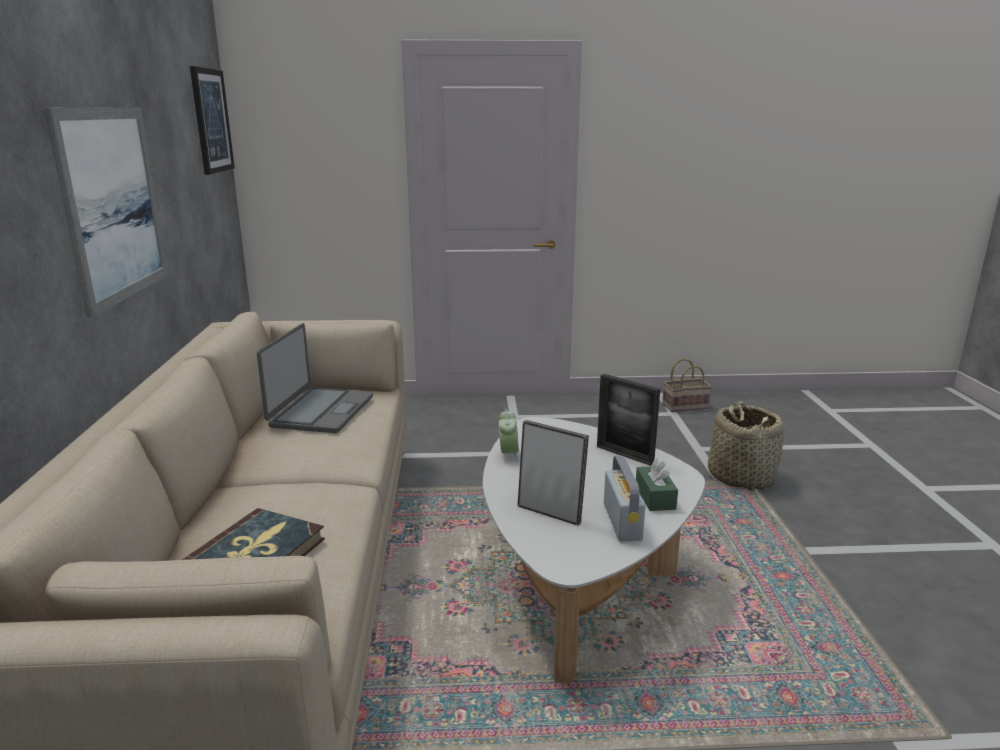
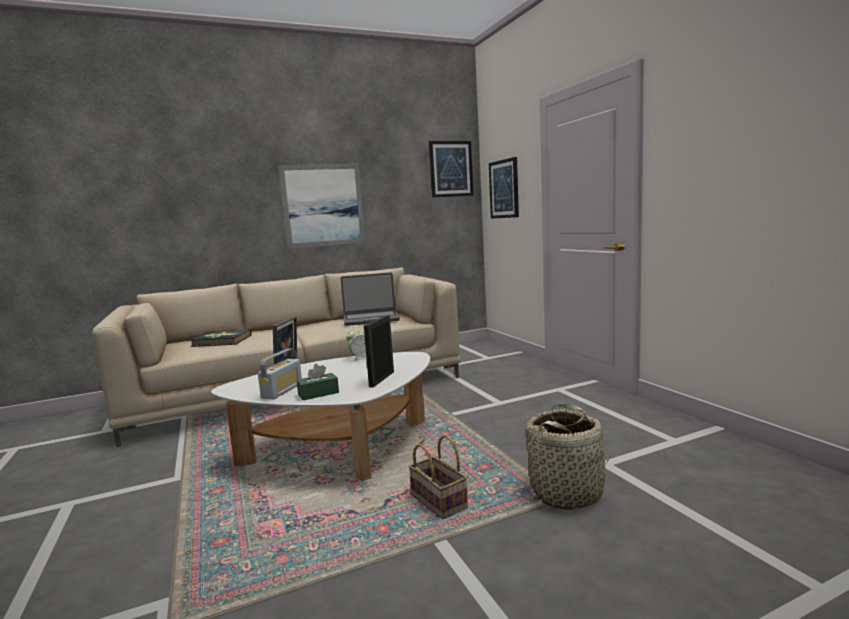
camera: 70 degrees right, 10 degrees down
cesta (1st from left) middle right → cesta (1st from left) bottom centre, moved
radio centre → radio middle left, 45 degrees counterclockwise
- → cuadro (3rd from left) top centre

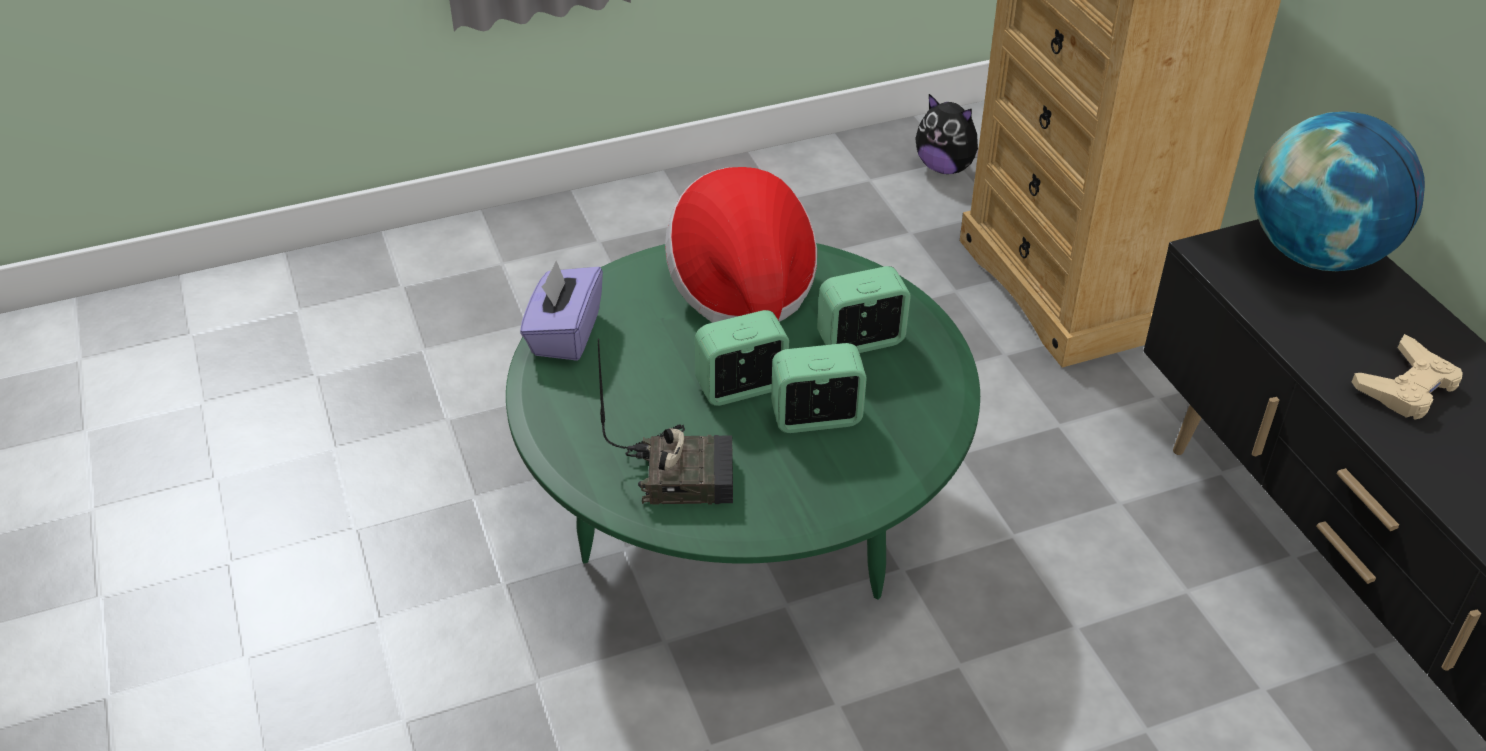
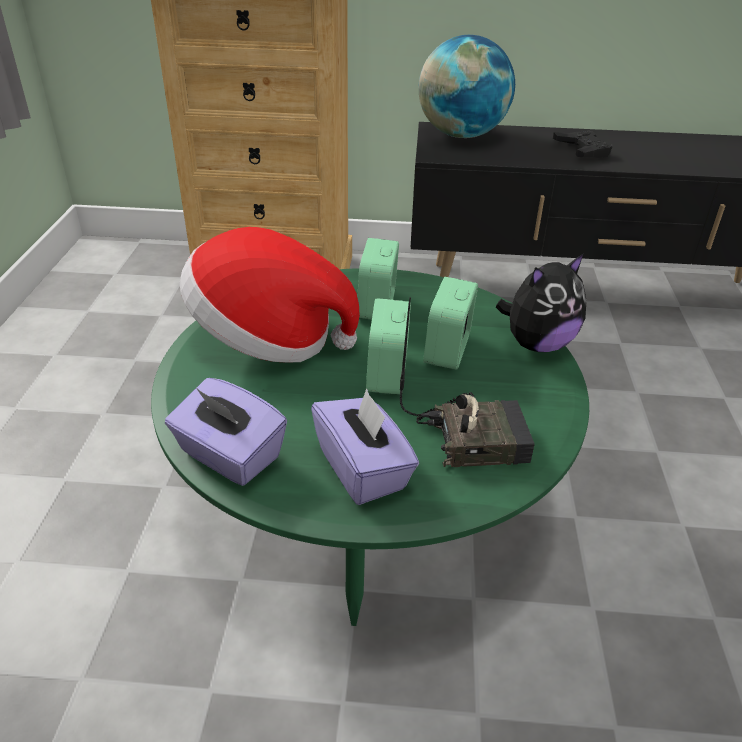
camera: 65 degrees left, 5 degrees down
peluche top centre → peluche middle right, moved
mando de consola (beis) middle right → mando de consola (negro) top right
radio centre, 60 degrees clockwise
- → caja de pañuelos (morado) (2nd from left) centre

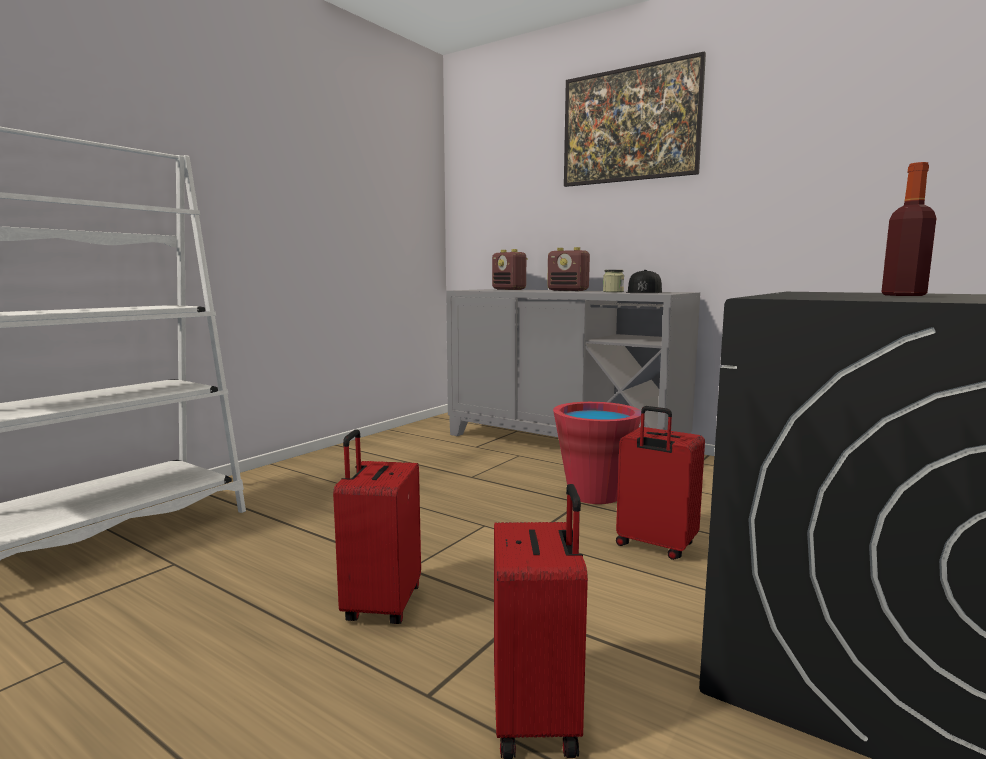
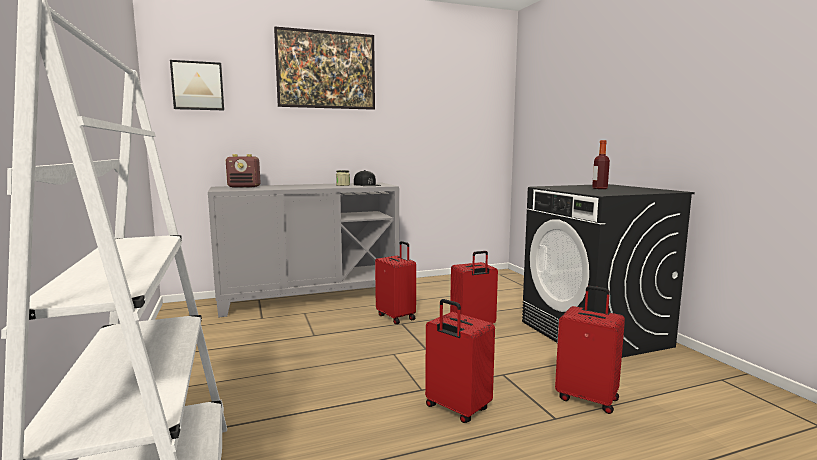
camera: 55 degrees left, 0 degrees up
radio (2nd from left) centre → -
cubo (rojo) centre → maleta (rojo) (1st from left) centre
- → cuadro (1st from left) top left

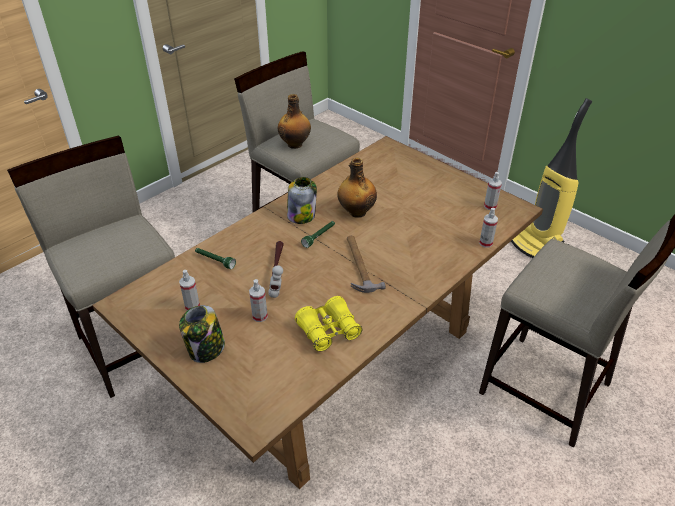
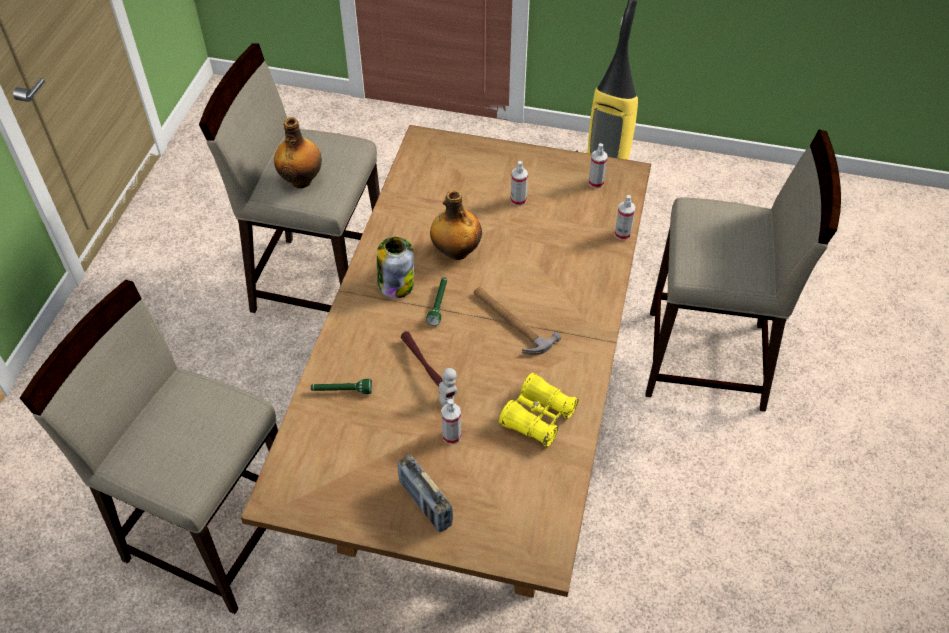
camera: 30 degrees left, 10 degrees up
pulverizador (1st from left in the first image) middle left → pulverizador (2nd from left) top centre, moved
tarro (1st from left) middle left → radio bottom centre

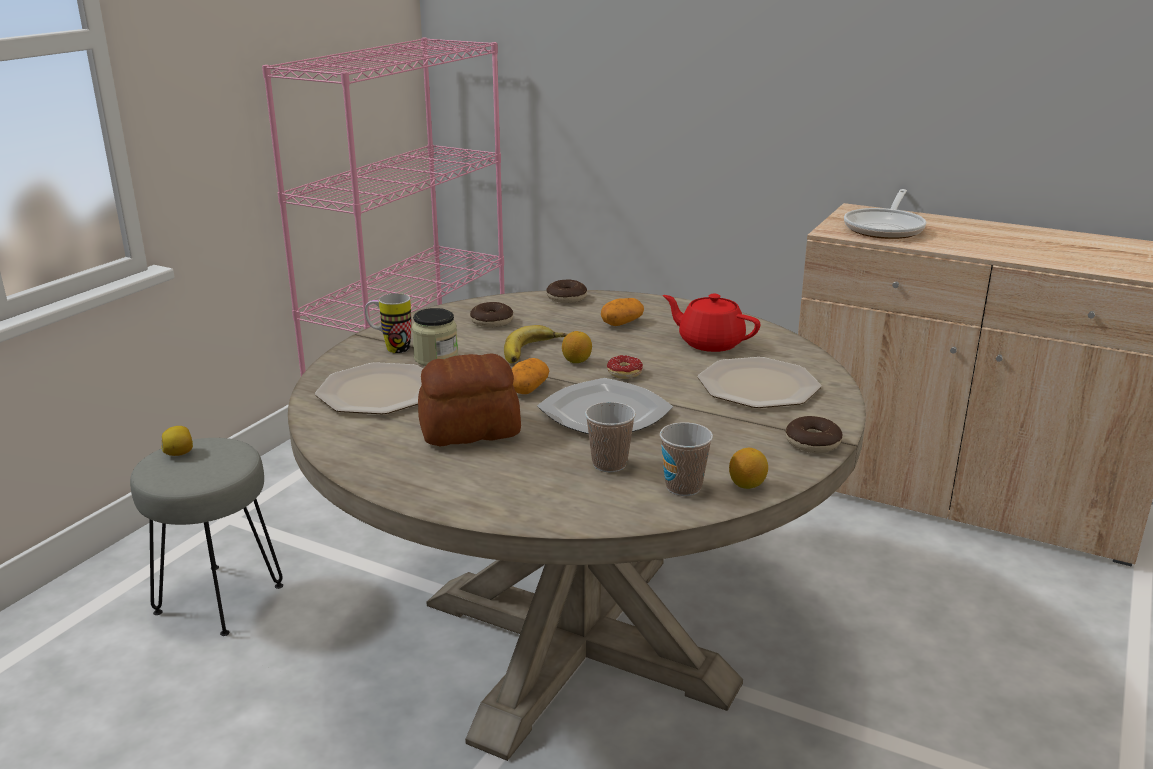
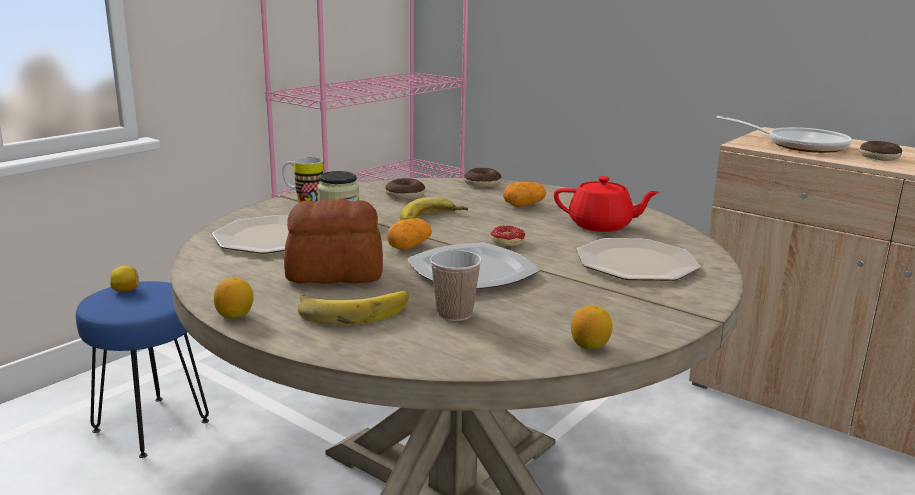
camera: 10 degrees right, 5 degrees down
sartén top right, 90 degrees counterclockwise
tetera (rojo) centre, 150 degrees clockwise
limón (2nd from left) centre → limón (2nd from left) middle left, moved
rosquilla (4th from left) middle right → rosquilla (4th from left) top right, moved
taza (2nd from left) centre → -
taburete (gris) bottom left → taburete (azul) bottom left
- → plátano (1st from left) centre

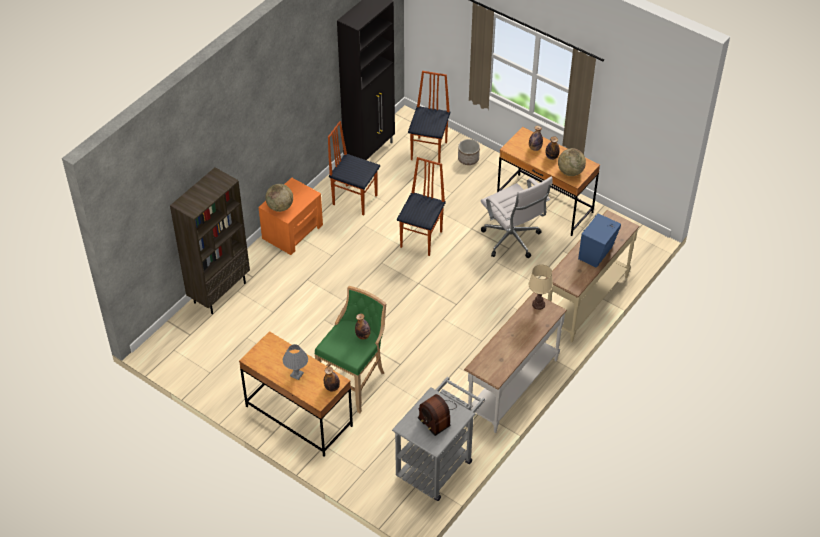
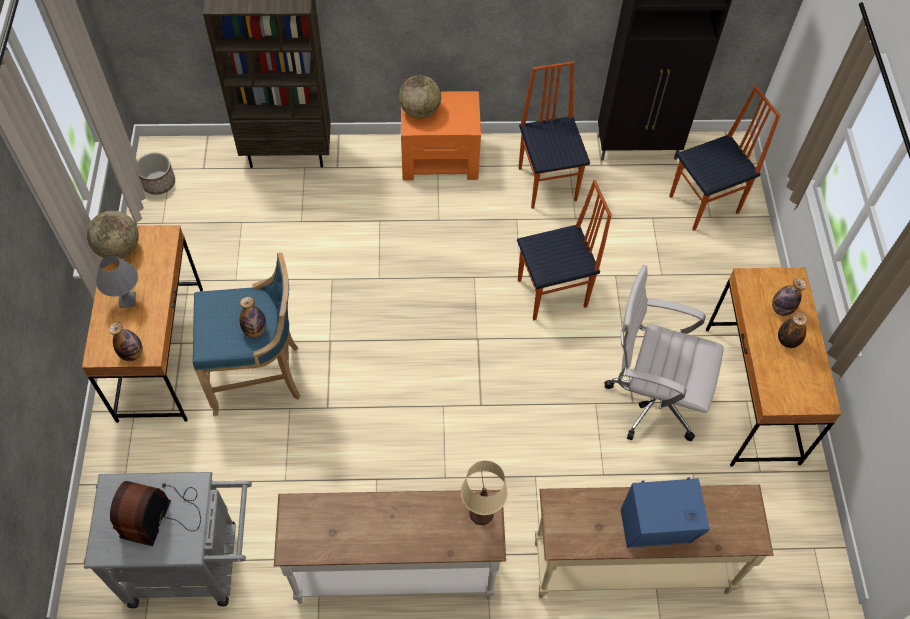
camera: 50 degrees right, 10 degrees up
maceta top centre → maceta top left, moved
globo terráqueo (2nd from left in the first image) top right → globo terráqueo (1st from left) middle left, moved
silla de oficina (blanco) centre → silla de oficina (blanco) middle right, 90 degrees clockwise
taburete (verde) centre → taburete (azul) middle left

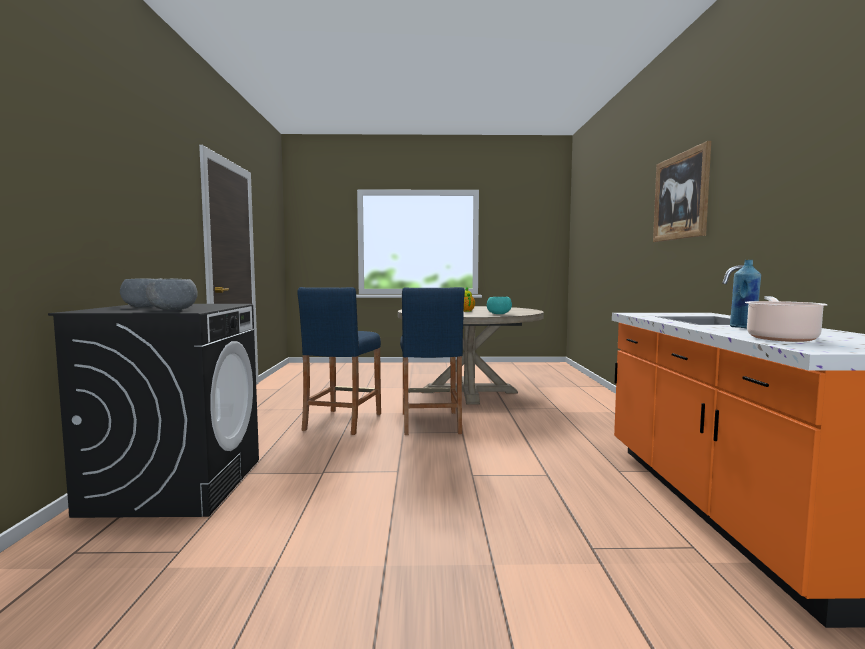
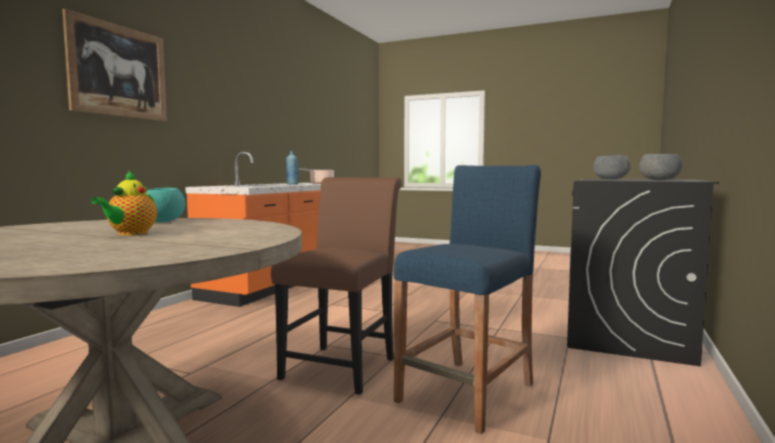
camera: 155 degrees left, 0 degrees up
taburete (azul) (2nd from left) centre → silla (marrón) centre

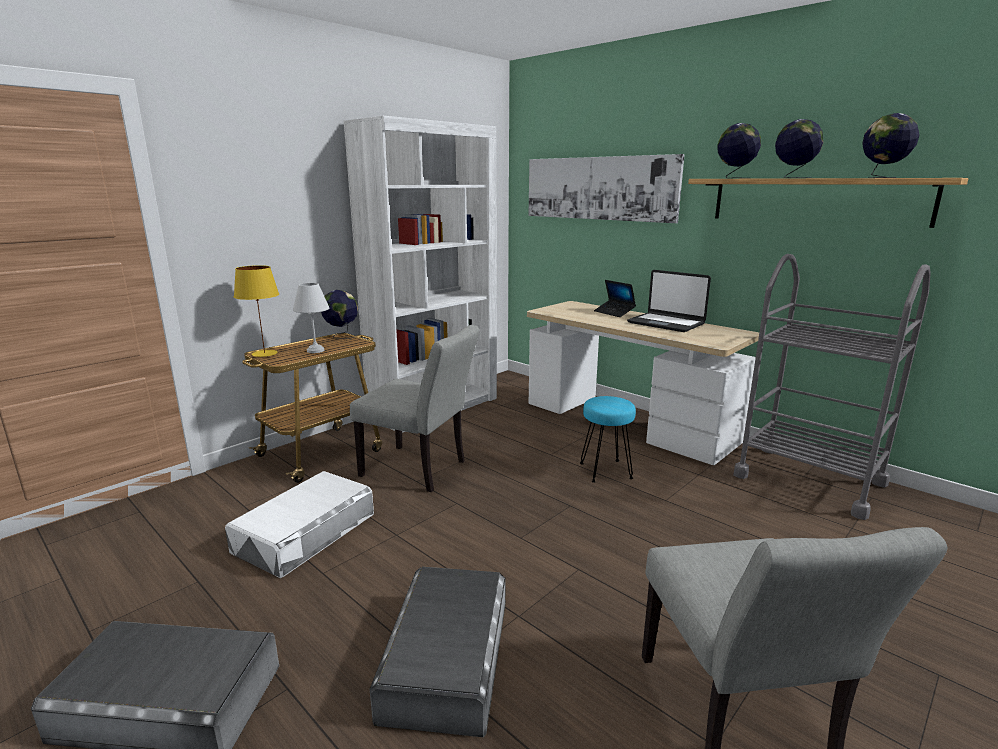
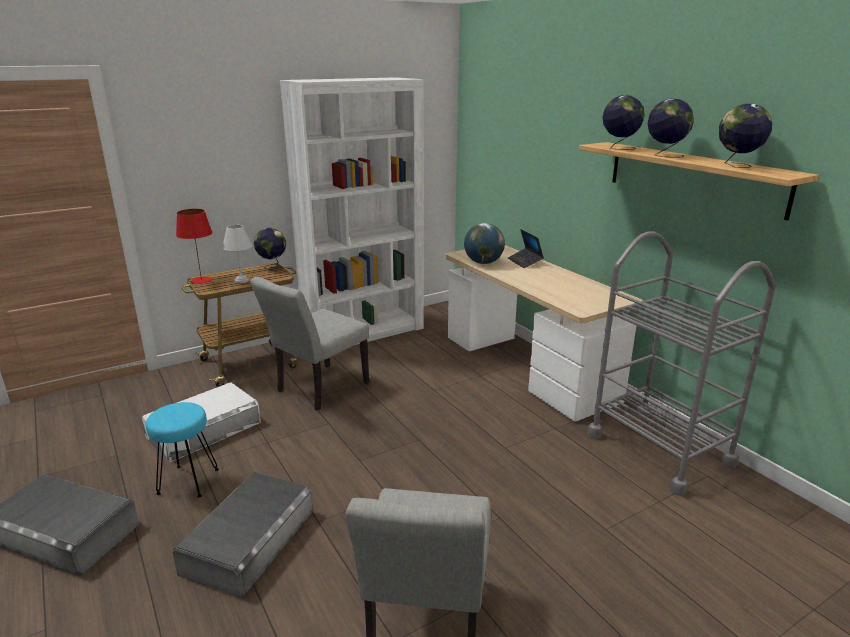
camera: 15 degrees right, 5 degrees up
cuadro top centre → -
lámpara de mesa (amarillo) middle left → lámpara de mesa (rojo) middle left
portátil (2nd from left) middle right → -
silla (gris) (1st from left) centre, 90 degrees clockwise
taburete (turquesa) centre → taburete (turquesa) bottom left, moved
- → globo terráqueo (2nd from left) centre

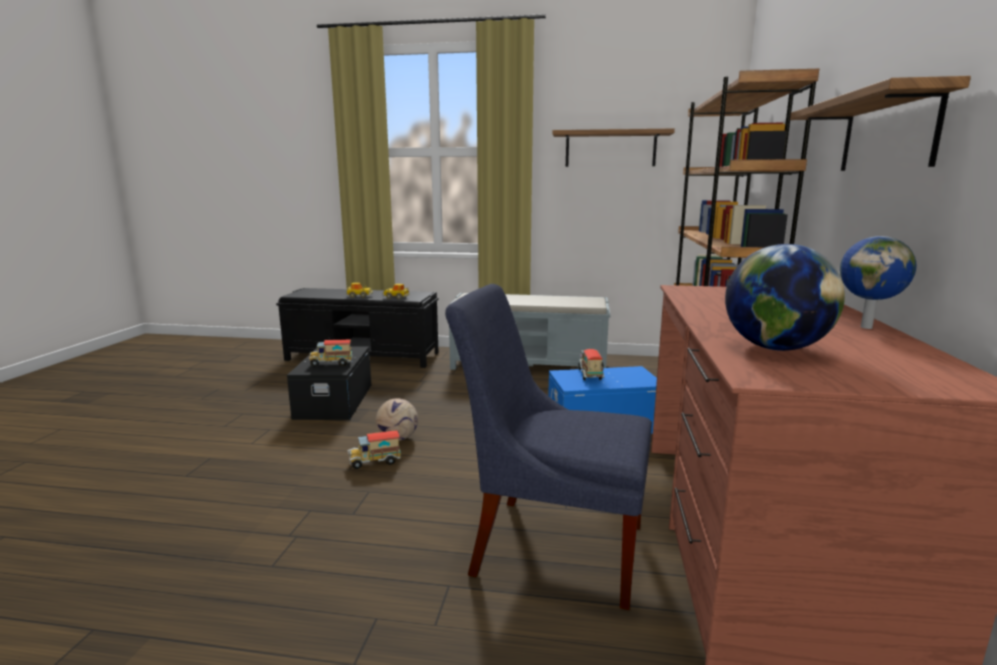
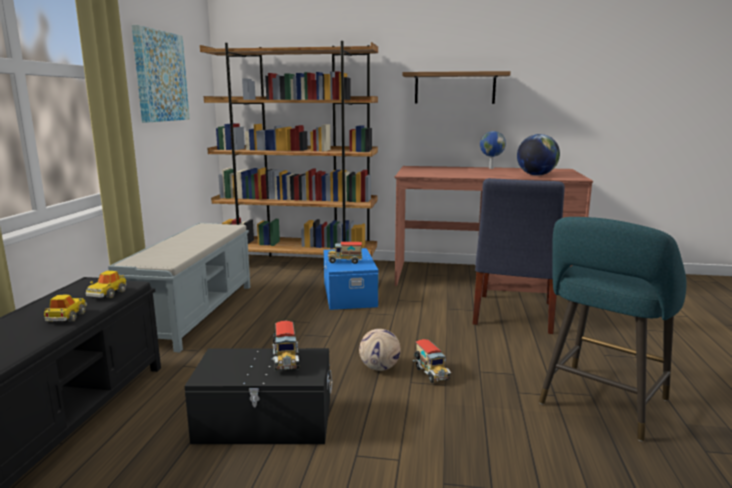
camera: 90 degrees left, 0 degrees up
estante (1st from left) top centre → cuadro top left
- → taburete (turquesa) bottom right

